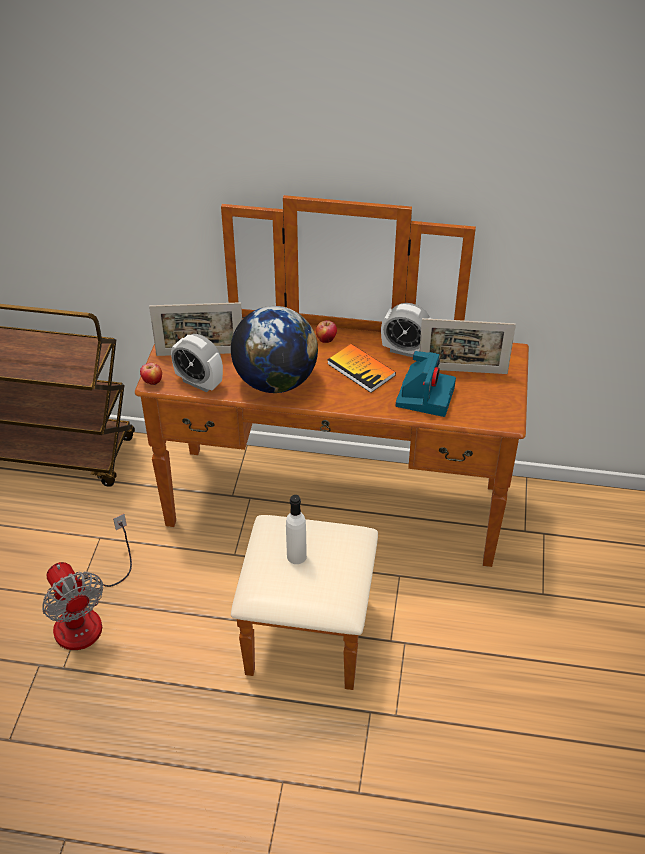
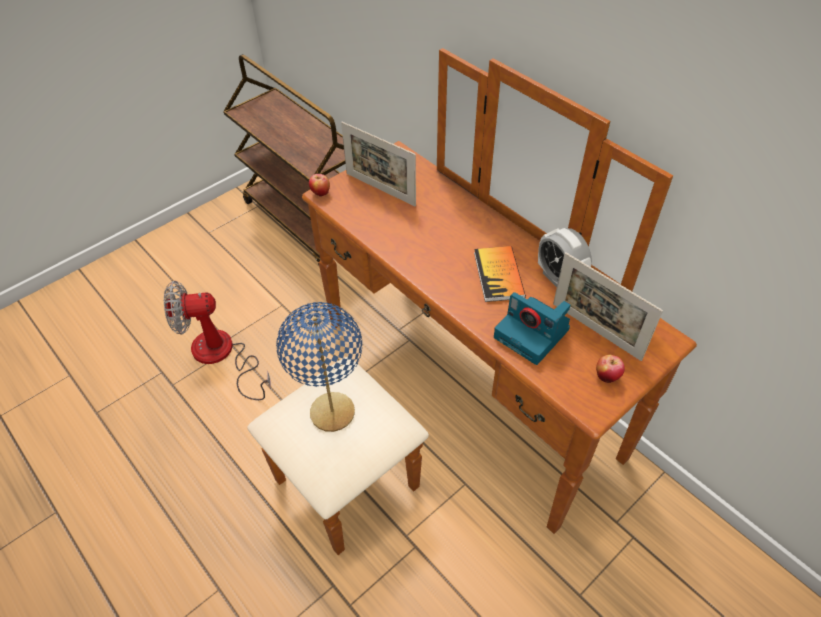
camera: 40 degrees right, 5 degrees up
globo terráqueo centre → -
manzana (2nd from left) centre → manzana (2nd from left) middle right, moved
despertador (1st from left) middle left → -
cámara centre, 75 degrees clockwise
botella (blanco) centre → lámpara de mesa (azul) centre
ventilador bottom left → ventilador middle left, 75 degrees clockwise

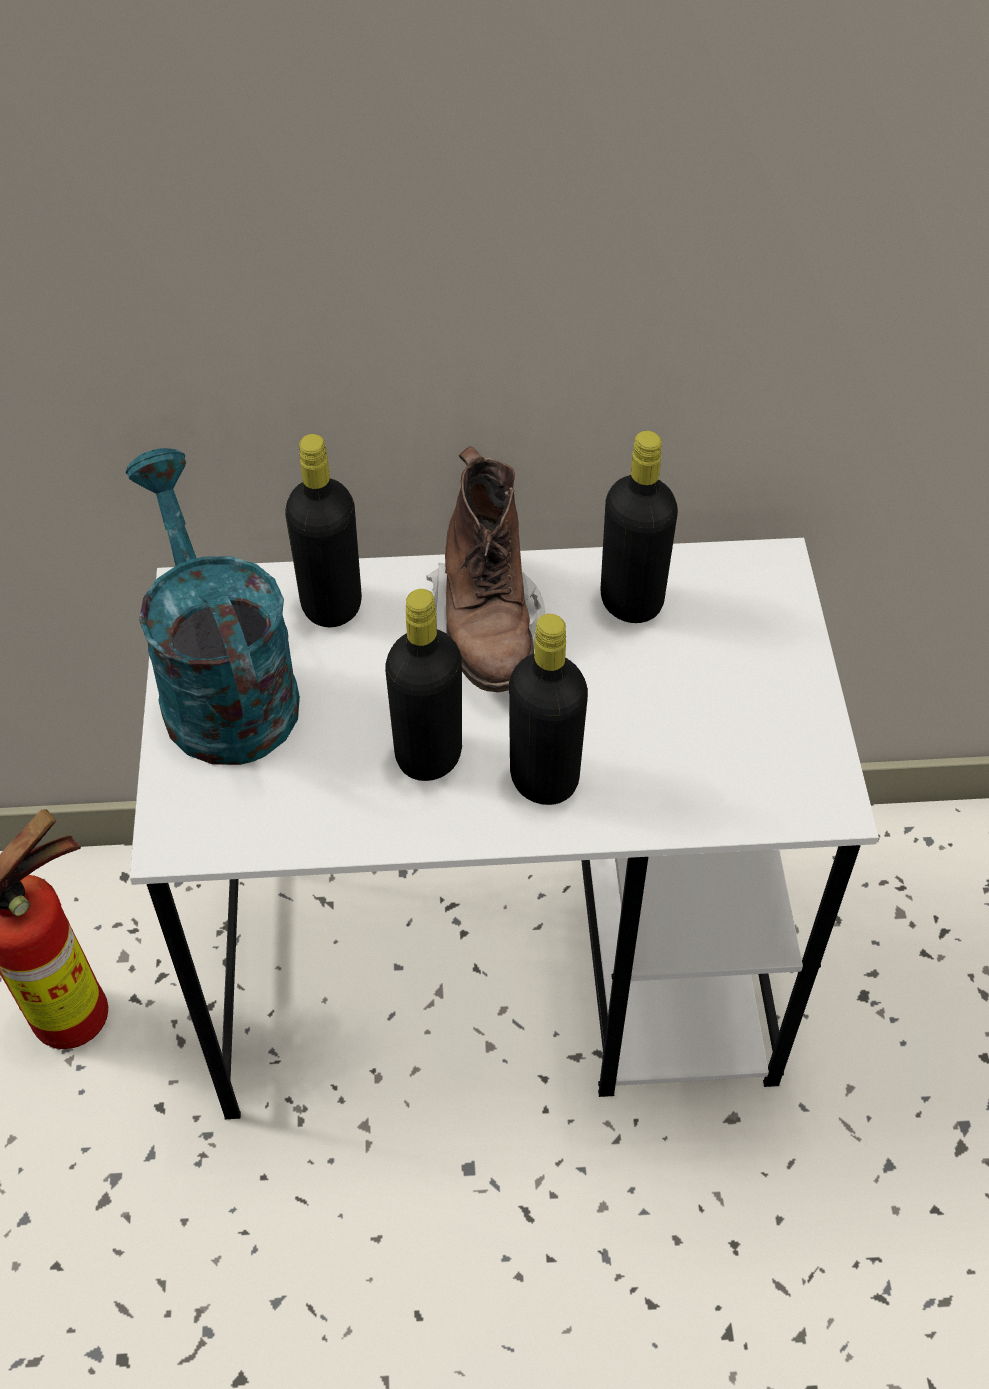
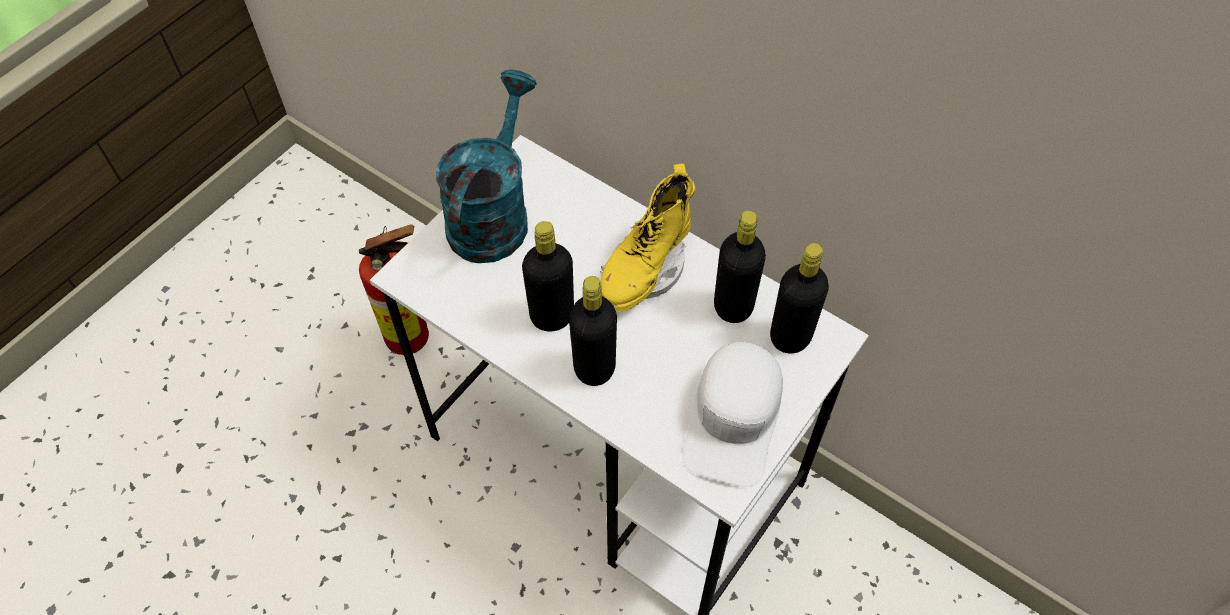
camera: 40 degrees right, 5 degrees up
botella (negro) (1st from left in the first image) middle left → botella (negro) (4th from left) centre, moved
bota (marrón) centre → bota (amarillo) centre
- → gorra (blanco) bottom centre

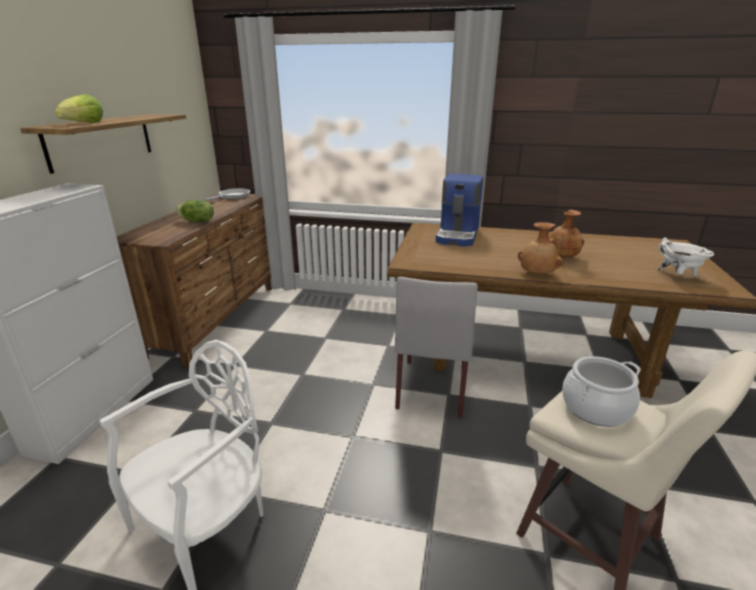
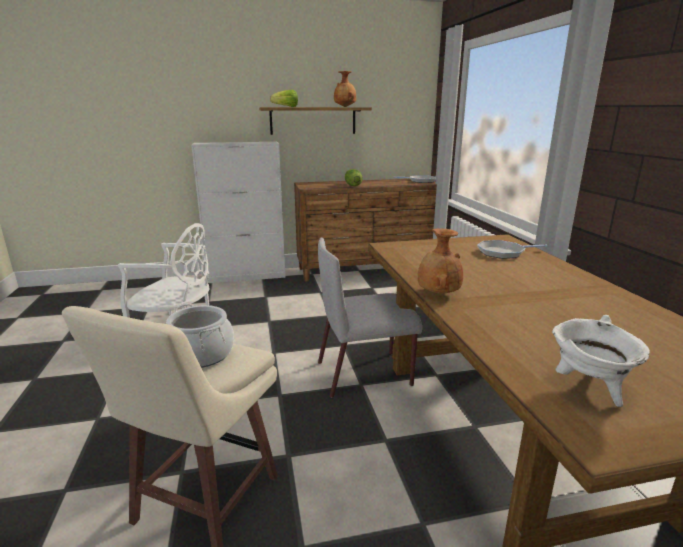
camera: 65 degrees right, 5 degrees down
cafetera centre → sartén (2nd from left) middle right
florero (marrón) (2nd from left in the first image) middle right → florero (marrón) (1st from left) top centre, moved

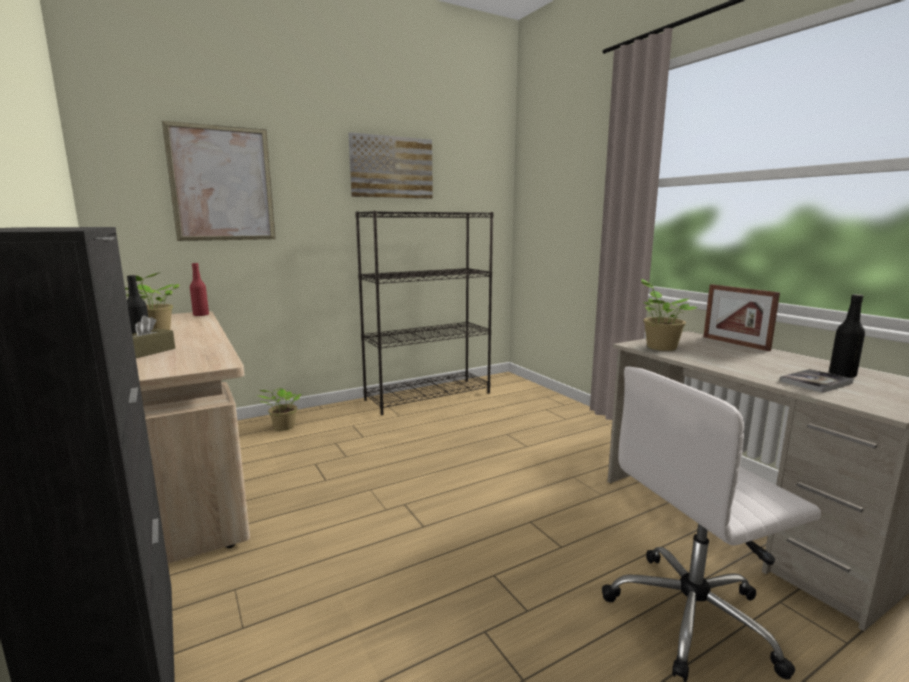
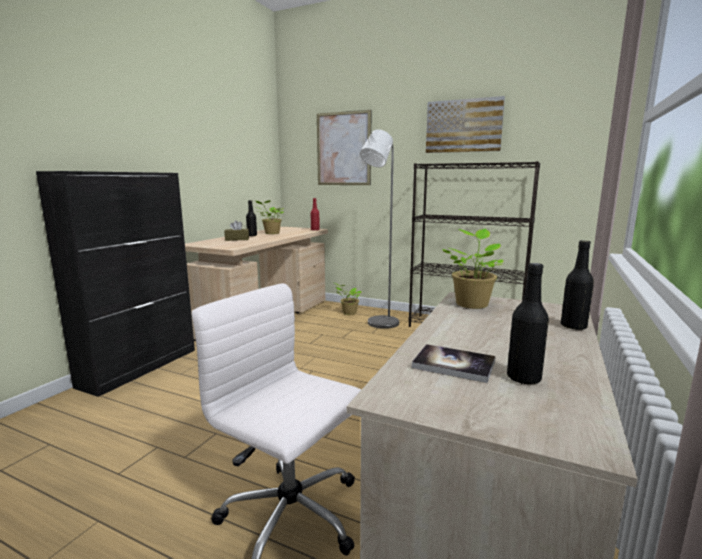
camera: 55 degrees right, 0 degrees up
portarretratos middle right → botella (negro) (3rd from left) middle right
- → lámpara de pie (gris) centre

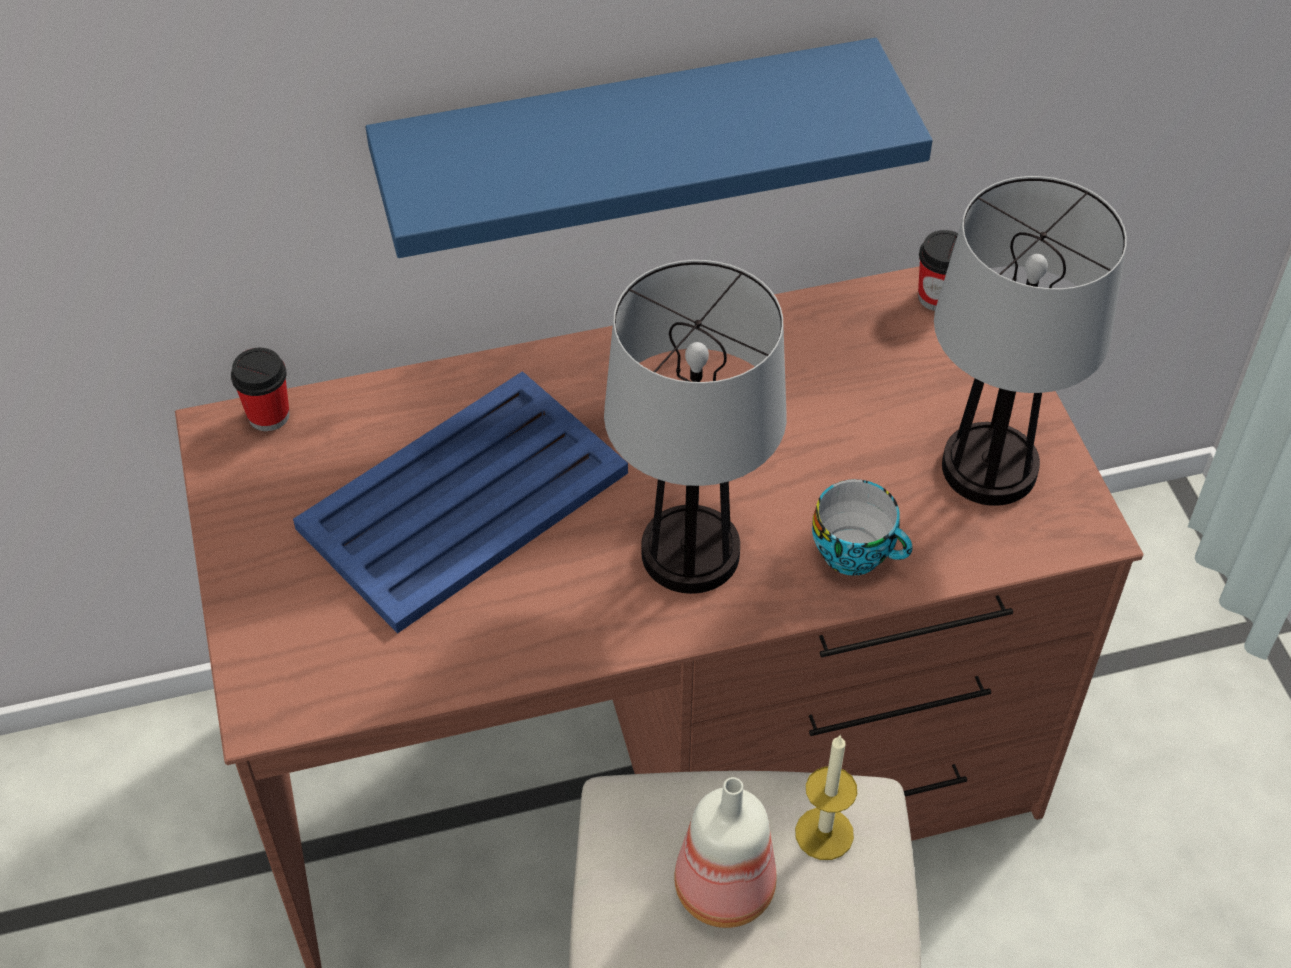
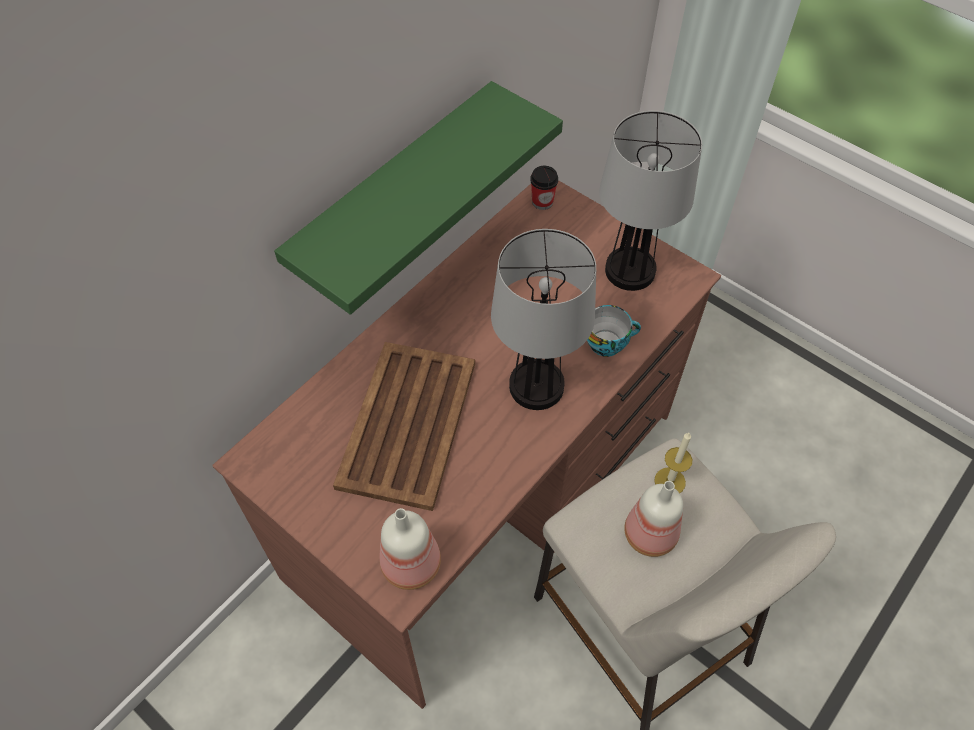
camera: 35 degrees left, 5 degrees up
estante (azul) top centre → estante (verde) top centre
taza (1st from left) middle left → -
bandeja (azul) centre → bandeja (marrón) centre
- → botella (1st from left) bottom centre

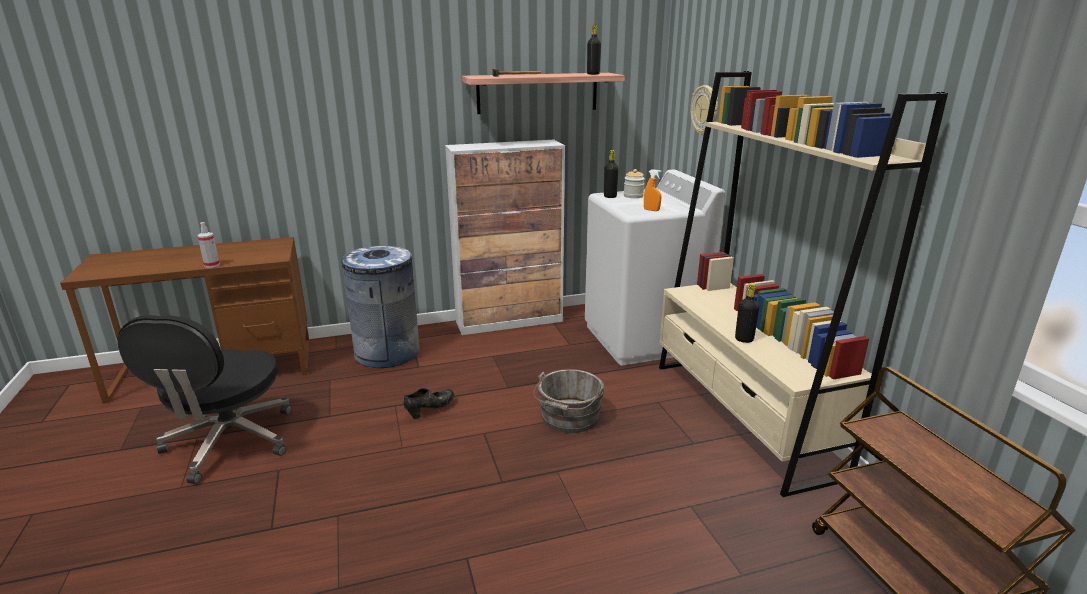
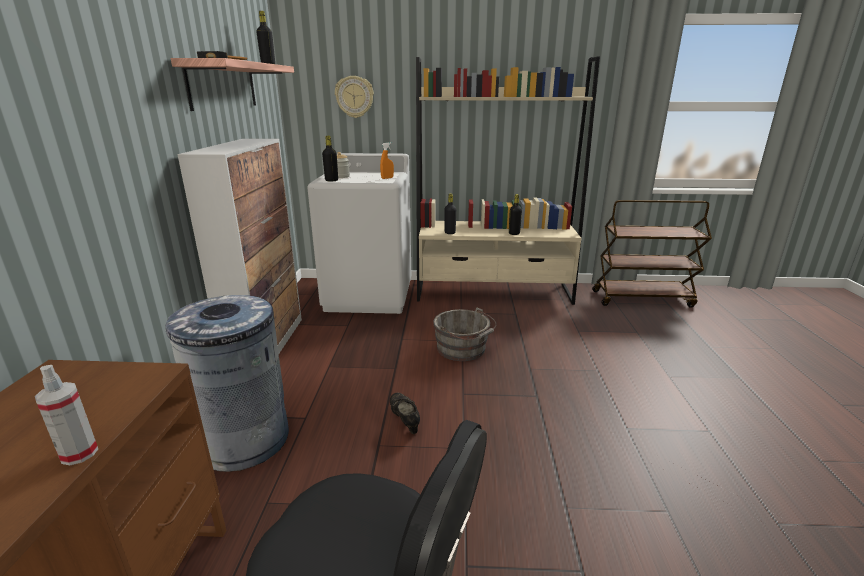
camera: 70 degrees left, 0 degrees up
- → botella (negro) (3rd from left) centre

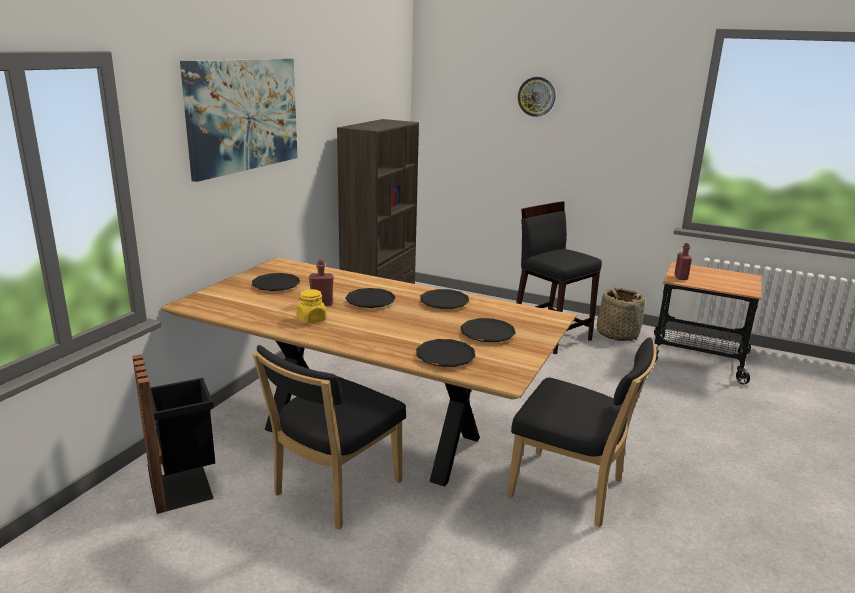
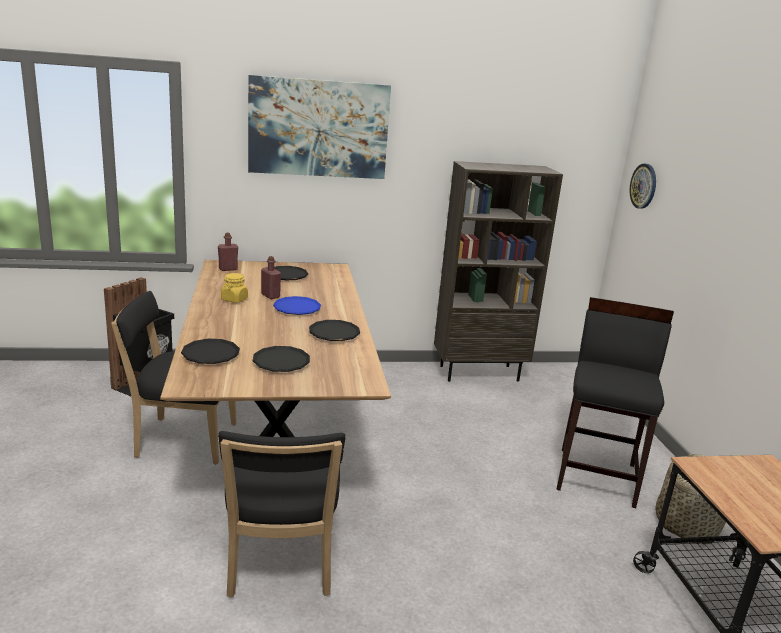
camera: 55 degrees right, 0 degrees up
reloj de pared top centre → reloj de pared top right, moved
botella (rojo) (2nd from left in the first image) middle right → botella (rojo) (1st from left) middle left, moved
plato (negro) (2nd from left) centre → plato (azul) centre

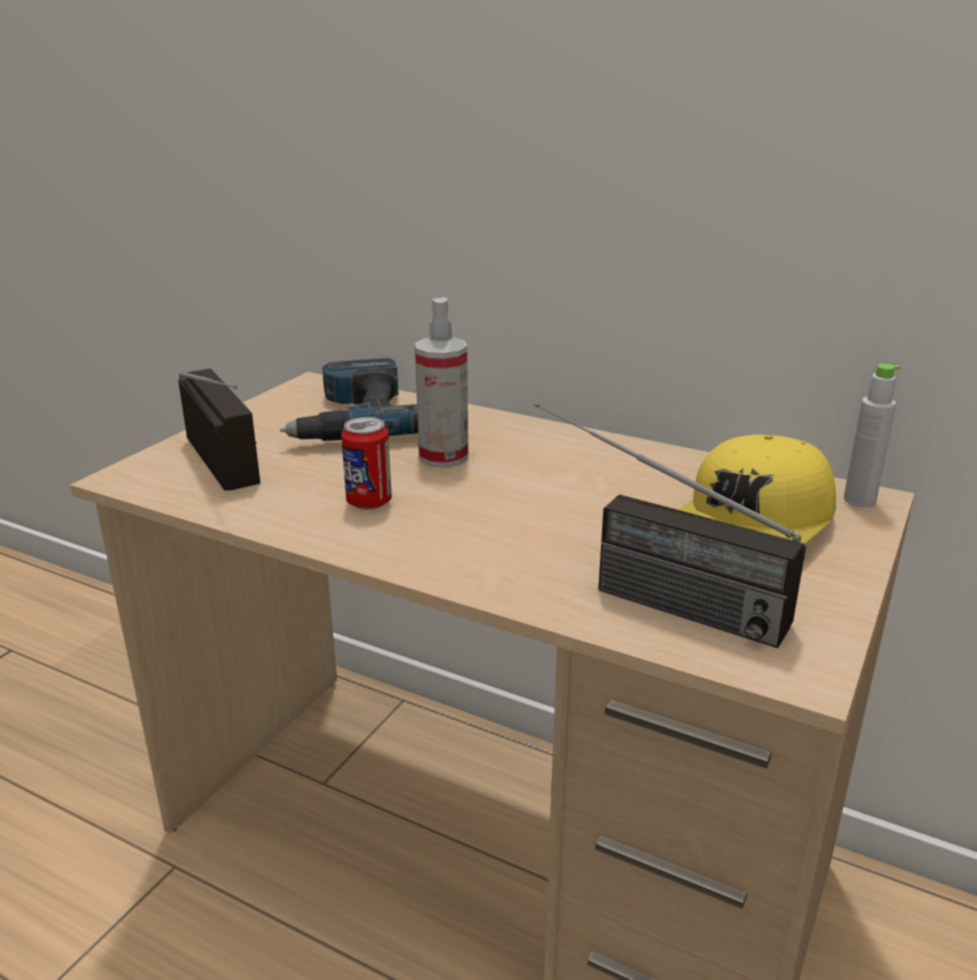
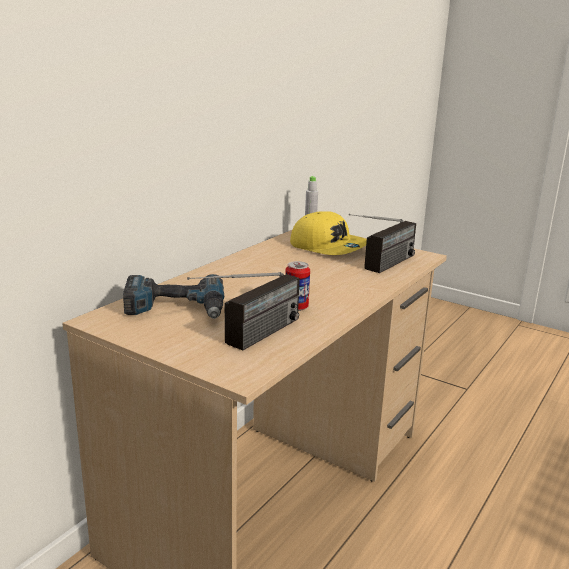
camera: 85 degrees left, 5 degrees down
pulverizador centre → -
radio (1st from left) middle left → radio (1st from left) centre, 150 degrees clockwise

